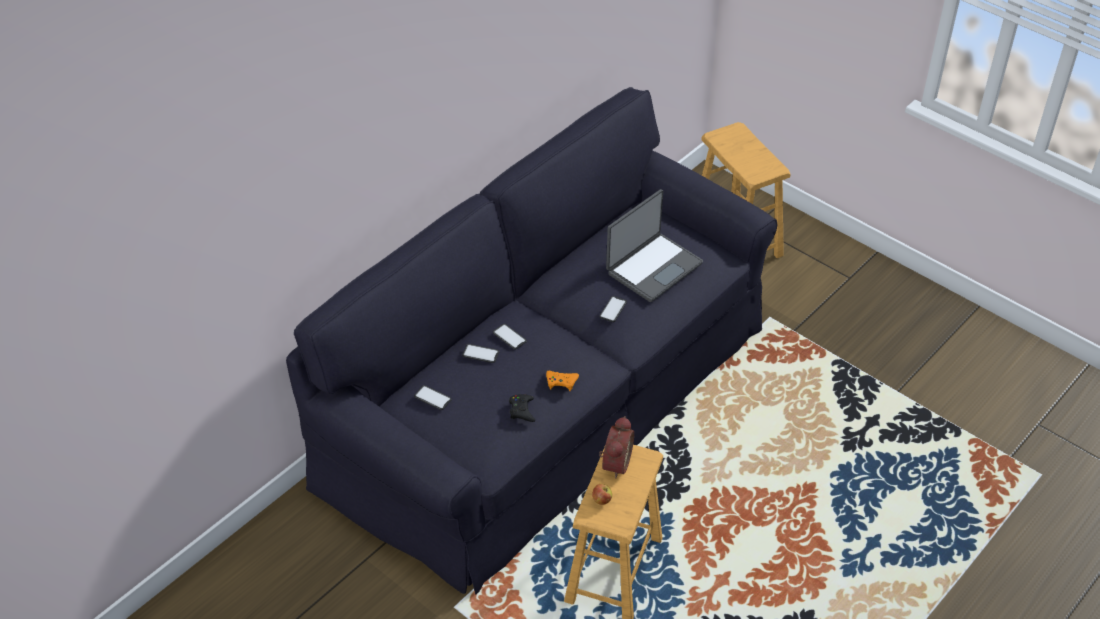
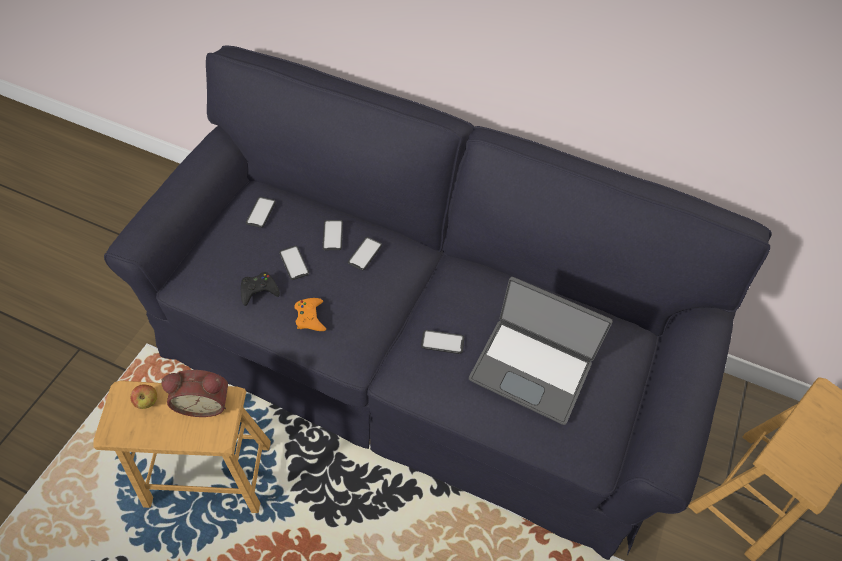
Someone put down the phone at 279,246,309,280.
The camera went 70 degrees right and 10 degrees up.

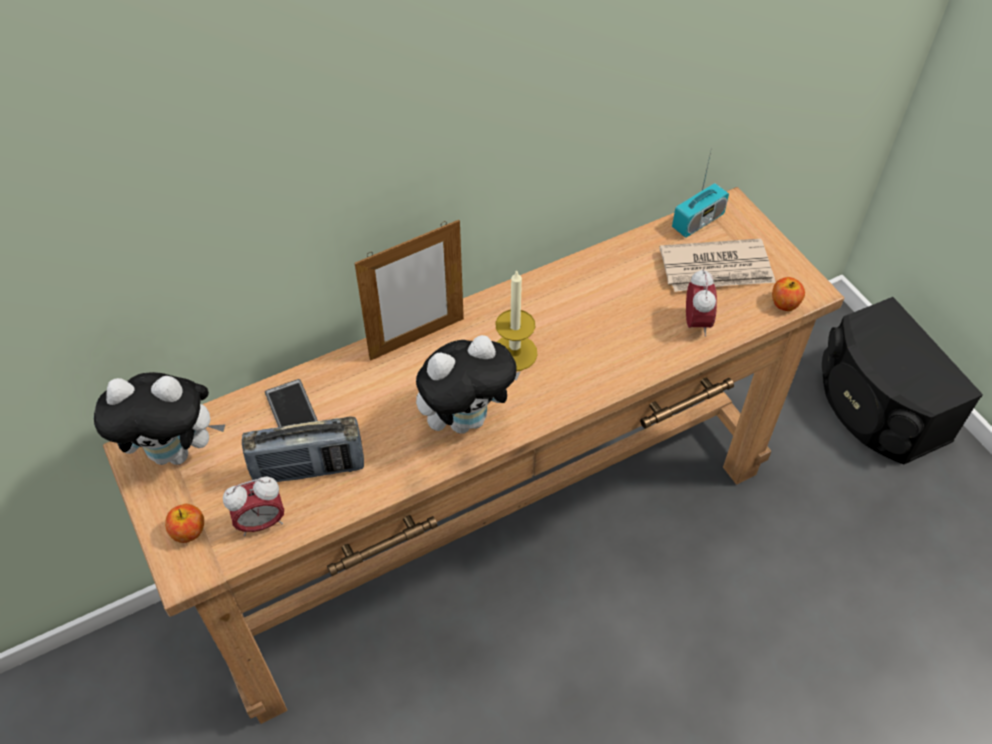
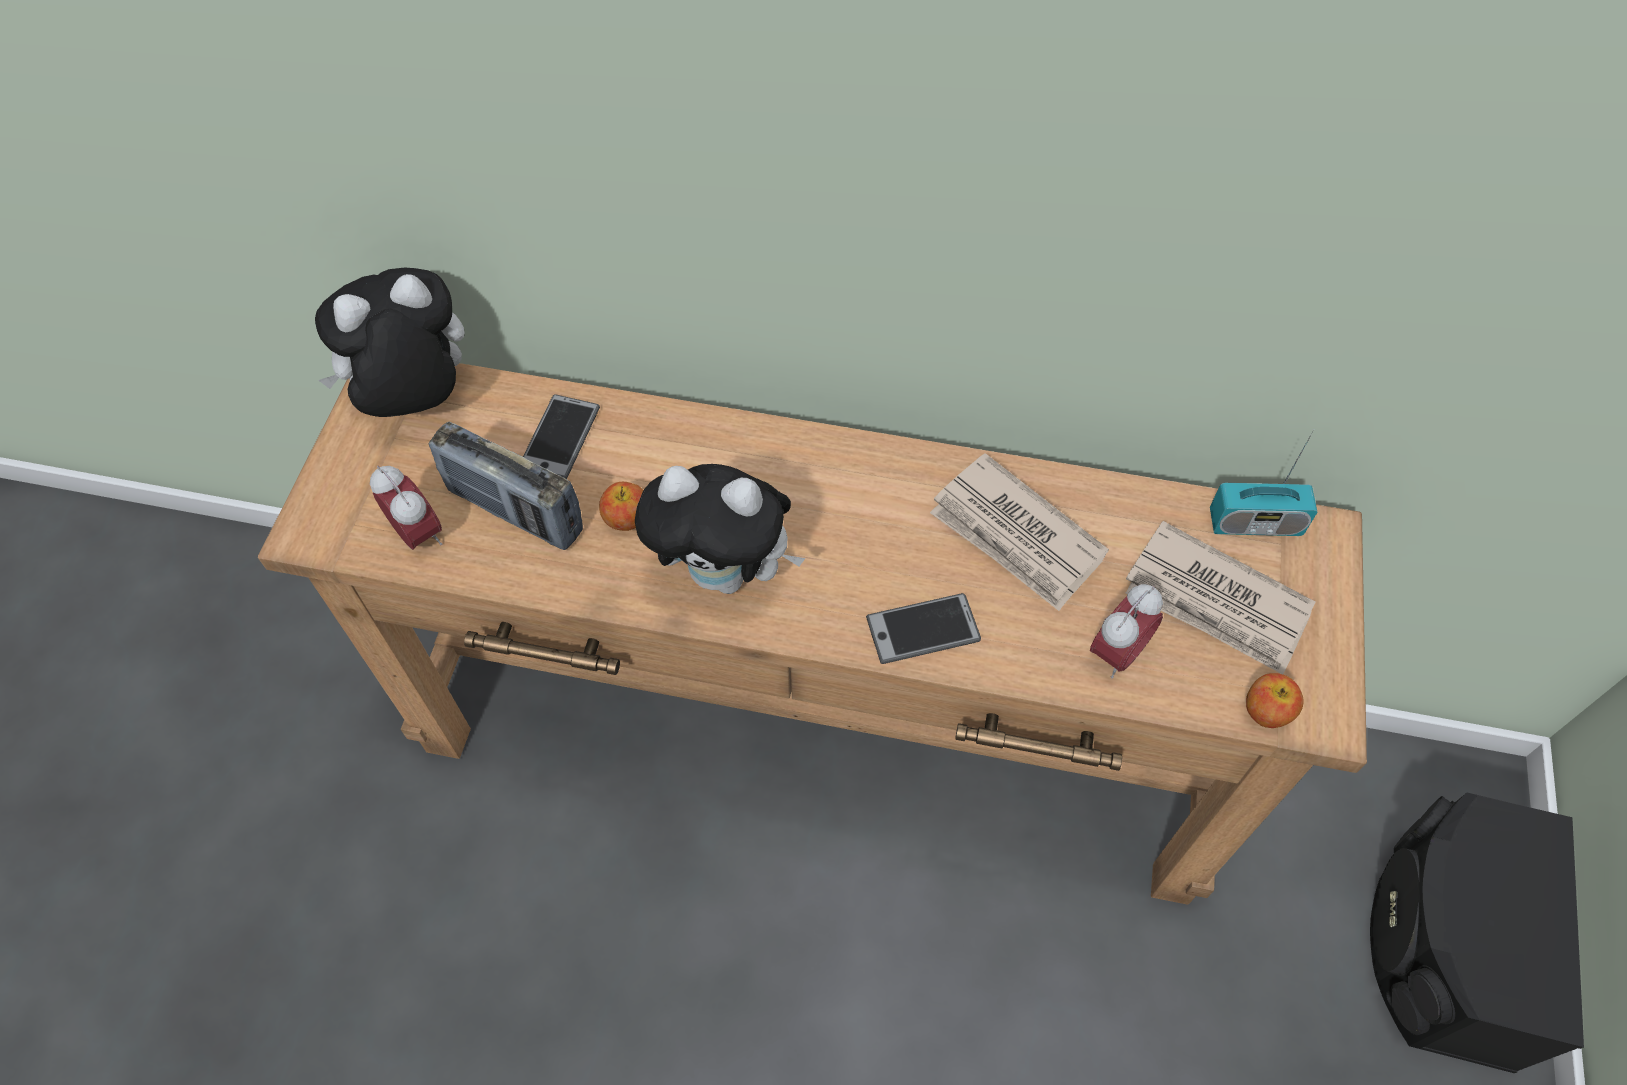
Someone took away the picture frame at 355,220,464,361.
Someone took away the candle at 495,270,538,371.
Someone rotated the plush toy at 94,372,225,465 by 120 degrees clockwise.
Someone rotated the alarm clock at 223,477,284,536 by 150 degrees counterclockwise.
Someone carried the apple from 165,504,204,543 to 599,482,643,531.
Someone put down the newspaper at 930,453,1109,611.
Someone put down the phone at 866,593,981,664.
The camera went 40 degrees right and 5 degrees up.

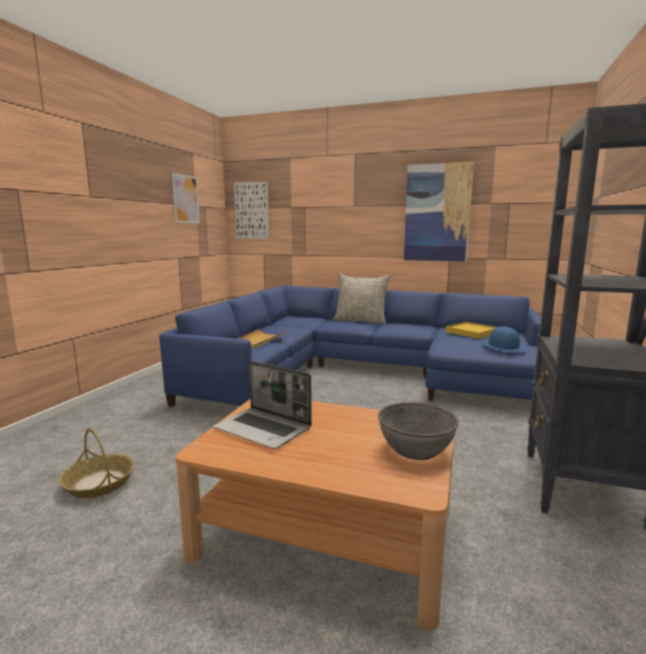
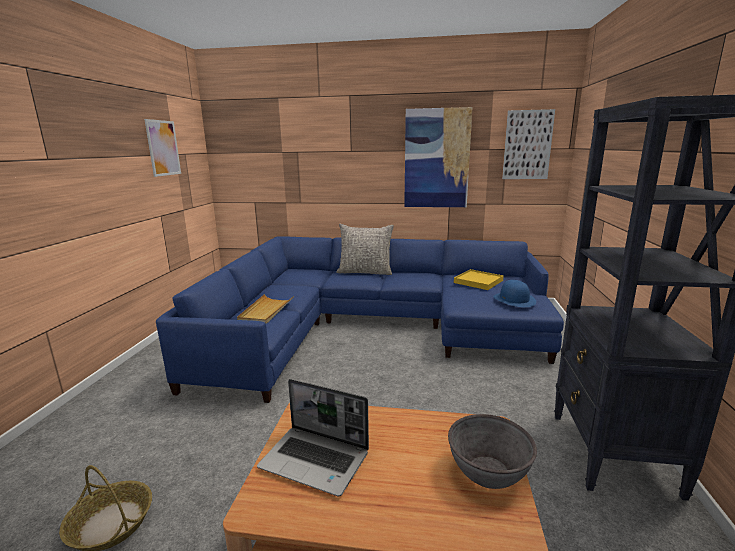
Someone carried the picture from 234,182,269,239 to 502,109,555,179.
The camera went 10 degrees left and 5 degrees up.

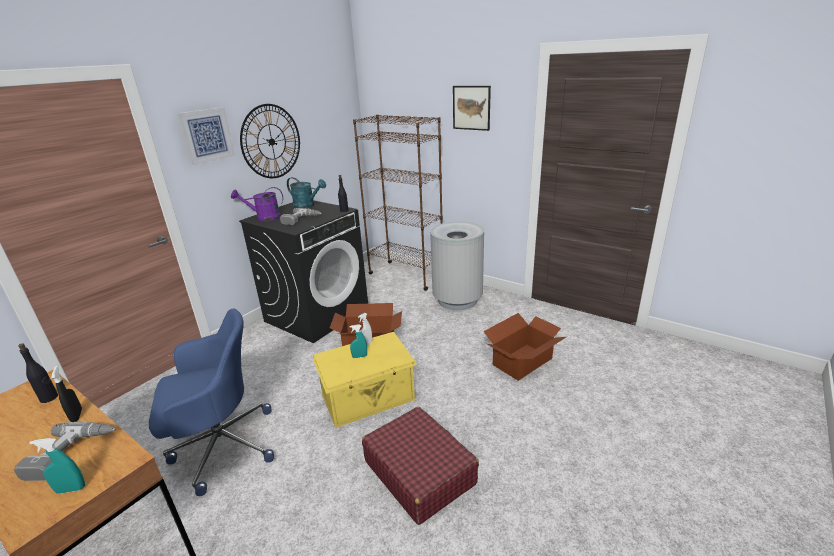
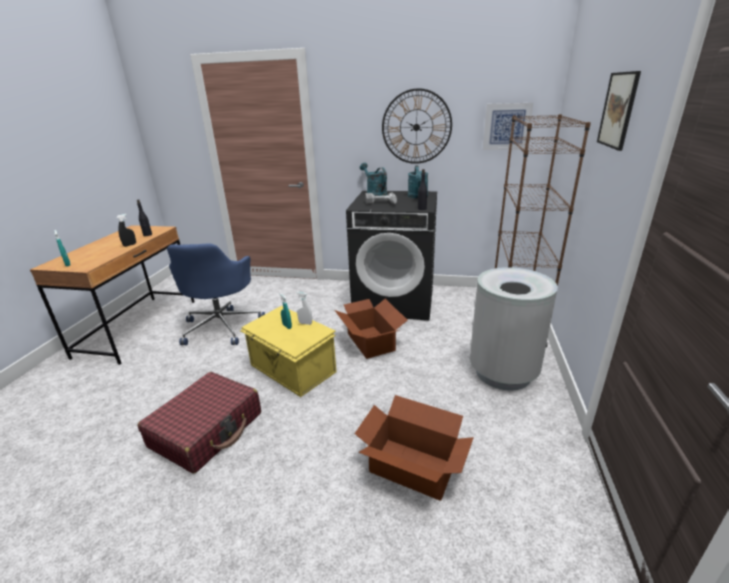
Someone carried the picture from 177,107,235,165 to 483,103,533,150.
Someone repainted the purple watering can at 231,187,283,221, which became the turquoise watering can at 360,163,387,196.
Someone rotated the blue office chair at 149,308,274,496 by 45 degrees clockwise.
Someone took away the power drill at 14,422,115,481.
The camera went 65 degrees right and 0 degrees up.

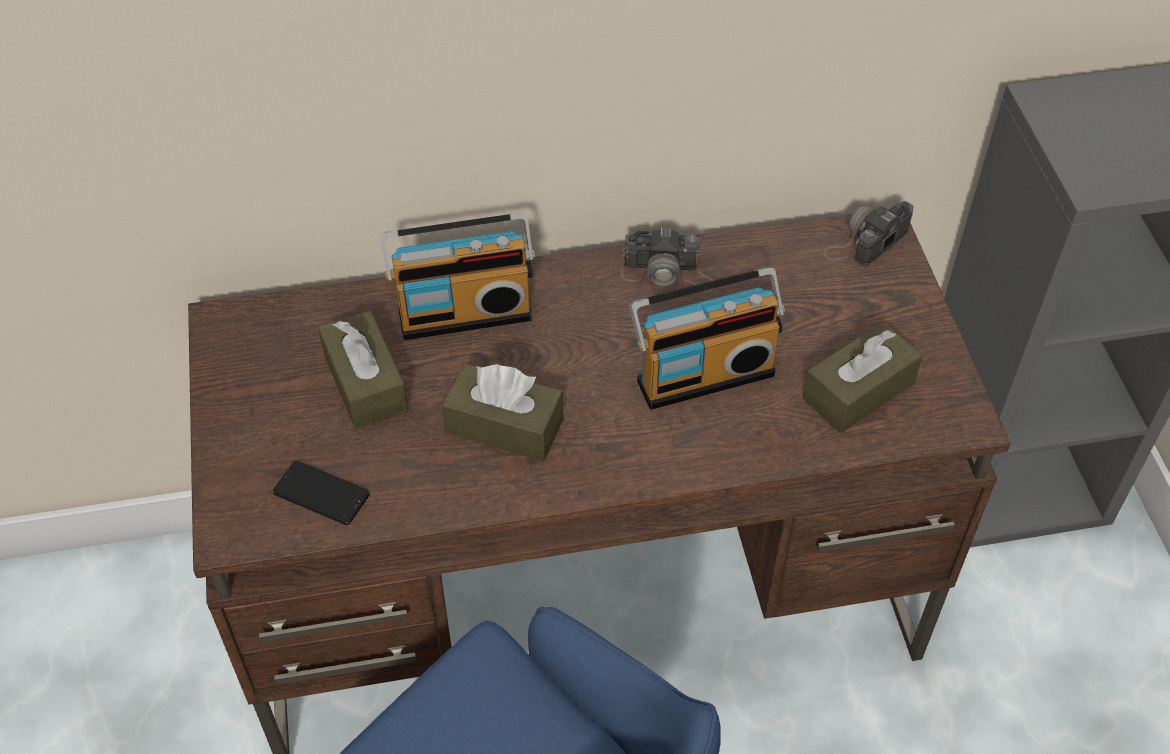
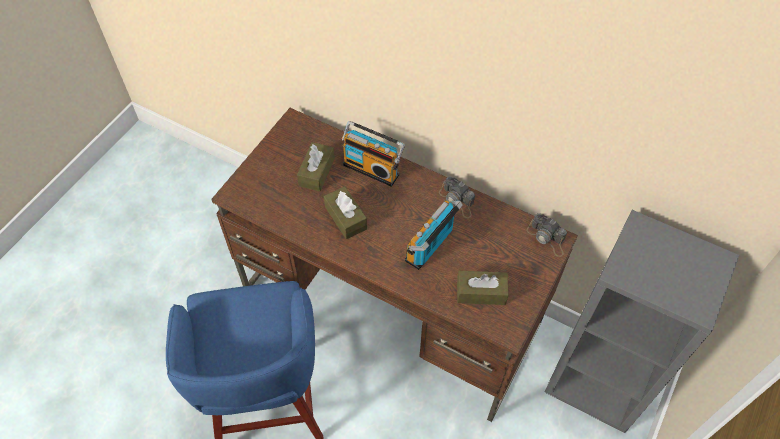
Someone rotated the photo camera at 823,201,913,266 by 135 degrees counterclockwise.
Someone rotated the radio at 629,268,785,410 by 105 degrees clockwise.
Someone took away the phone at 273,461,370,525.
The camera went 40 degrees right and 5 degrees up.

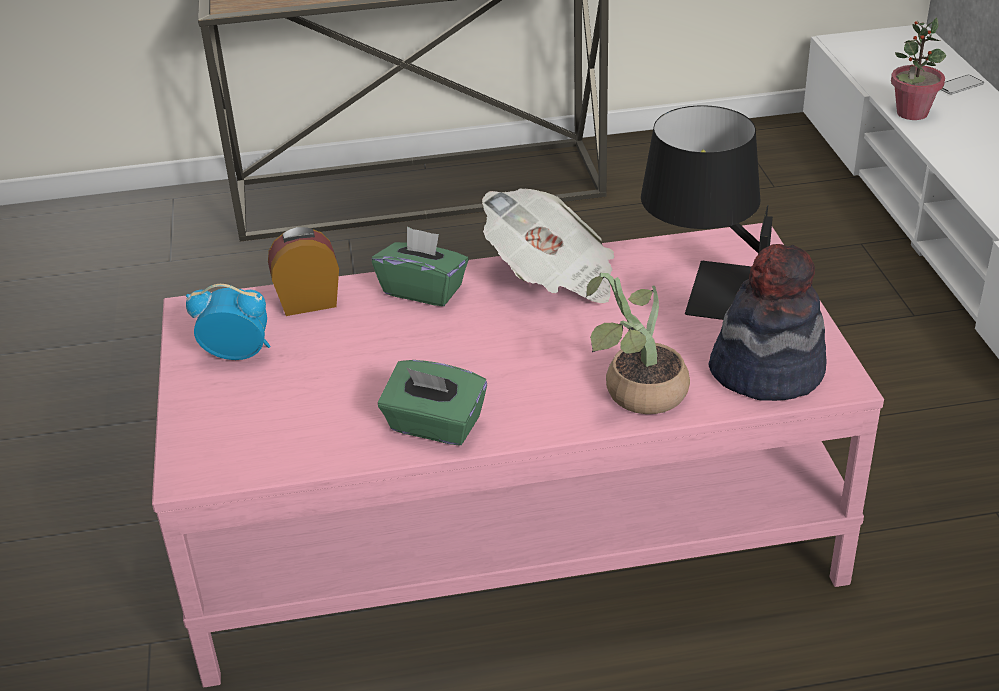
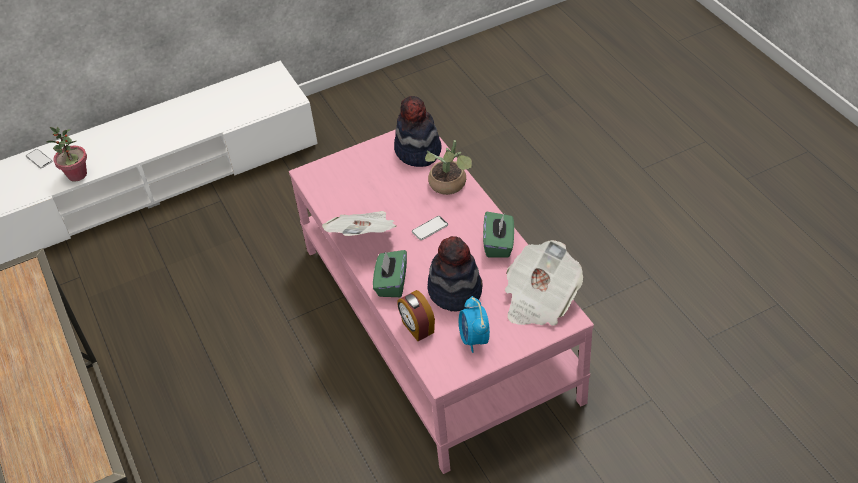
Someone took away the black table lamp at 641,105,773,320.
Someone put down the phone at 412,216,448,240.
Someone put down the hat at 427,236,483,311.
Someone put down the newspaper at 505,240,583,326.
The camera went 105 degrees left and 10 degrees up.

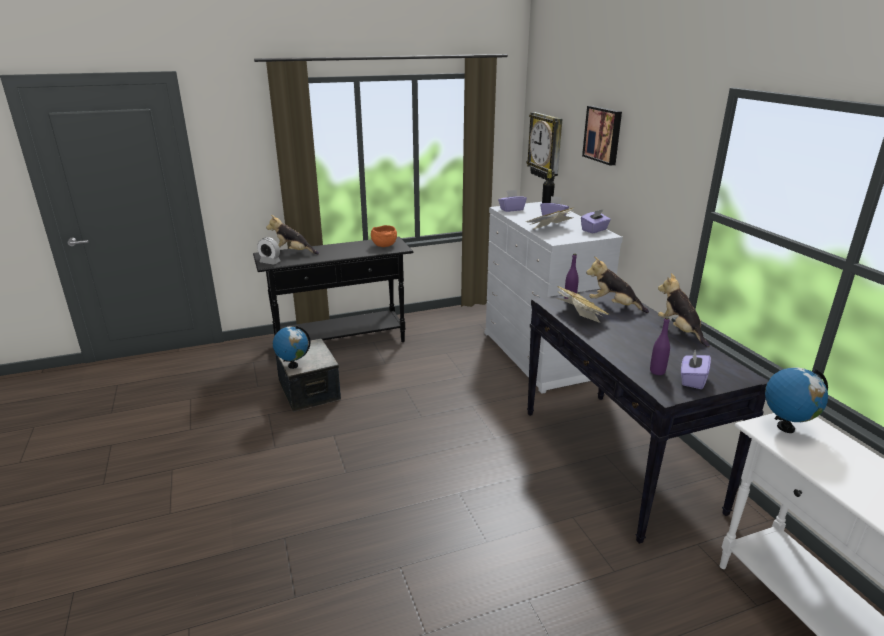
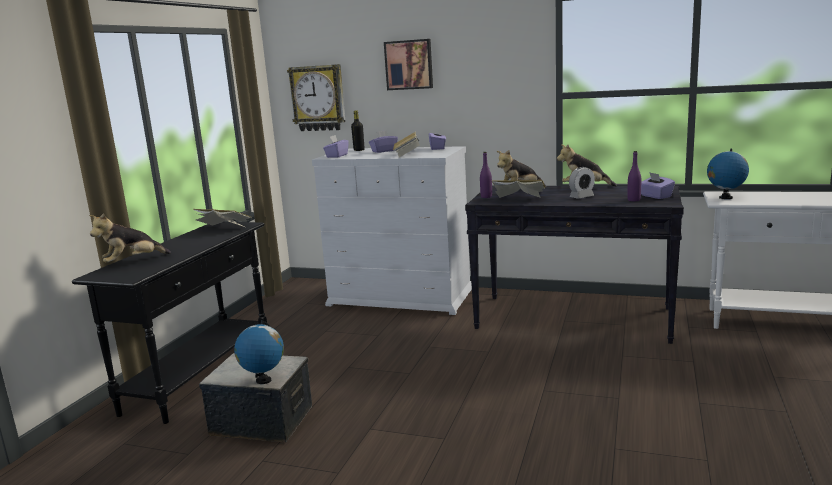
Someone swapped the orange bowl at 371,225,397,247 for the book at 194,209,251,227.
Someone carried the alarm clock from 257,237,281,265 to 569,167,595,199.
The camera went 50 degrees left and 10 degrees down.

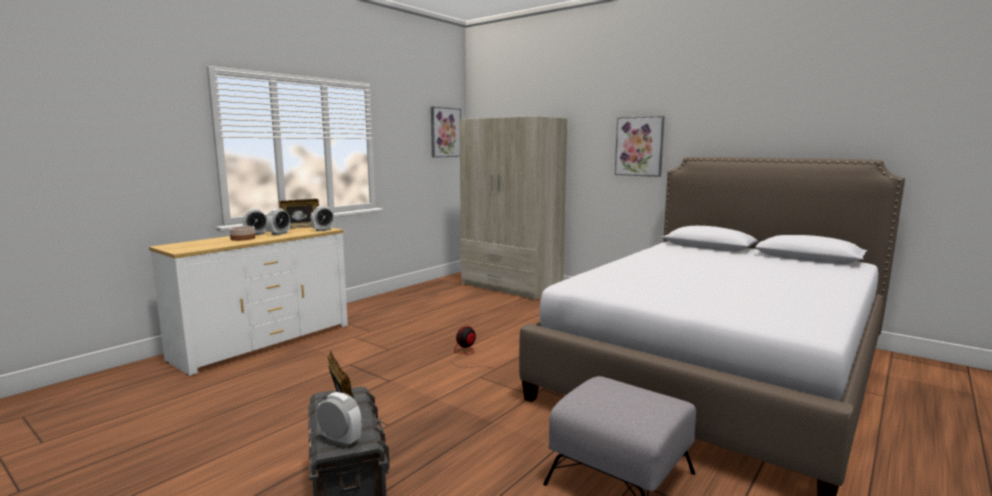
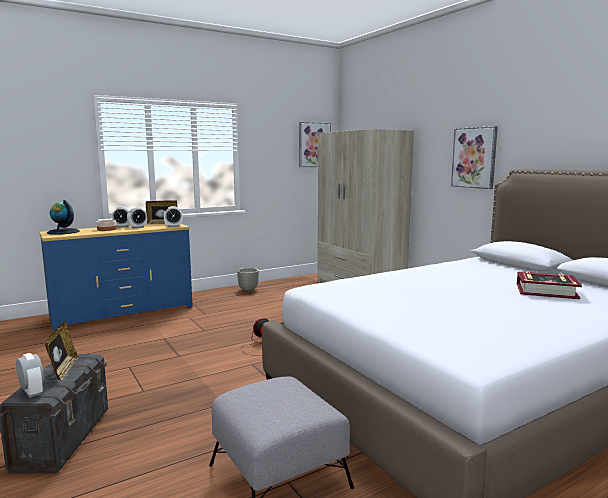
Someone repainted the white dresser at 149,228,348,376, which became the blue dresser at 39,224,193,331.
Someone put down the globe at 47,200,80,235.
Someone put down the planter at 237,268,259,292.
Someone put down the book at 517,271,582,299.
The camera went 20 degrees right and 0 degrees up.

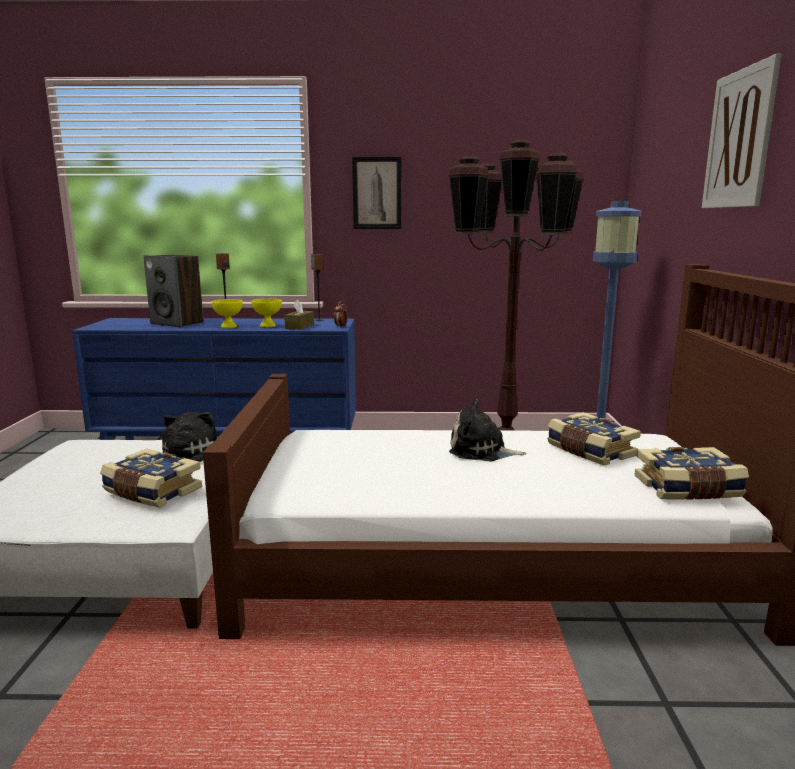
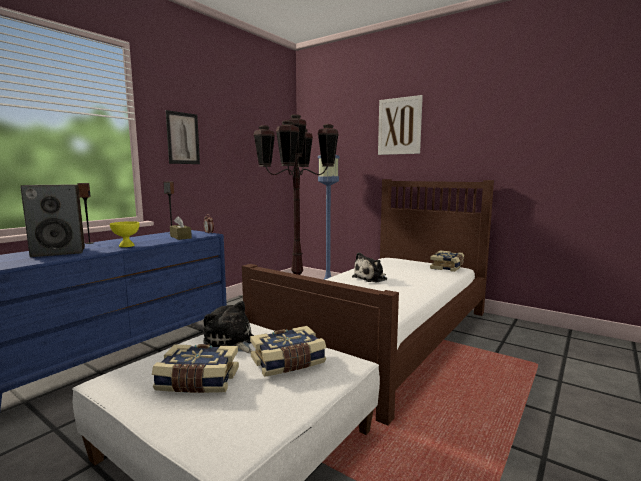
Someone took away the yellow bowl at 251,299,282,327.
Someone carried the book from 547,412,641,466 to 152,344,239,393.
The camera went 55 degrees left and 5 degrees down.

